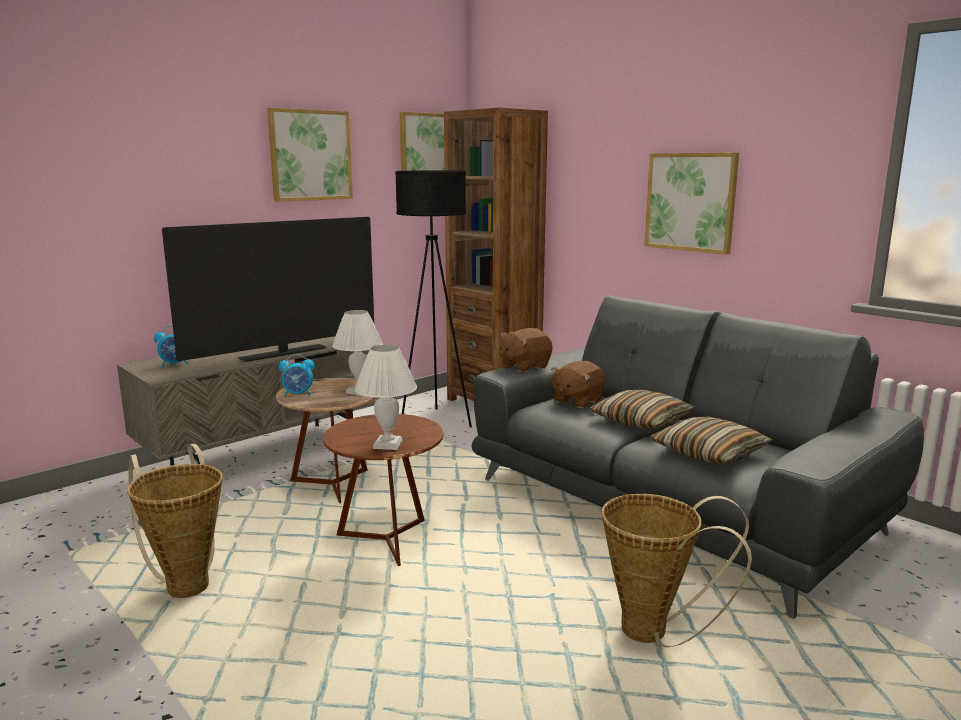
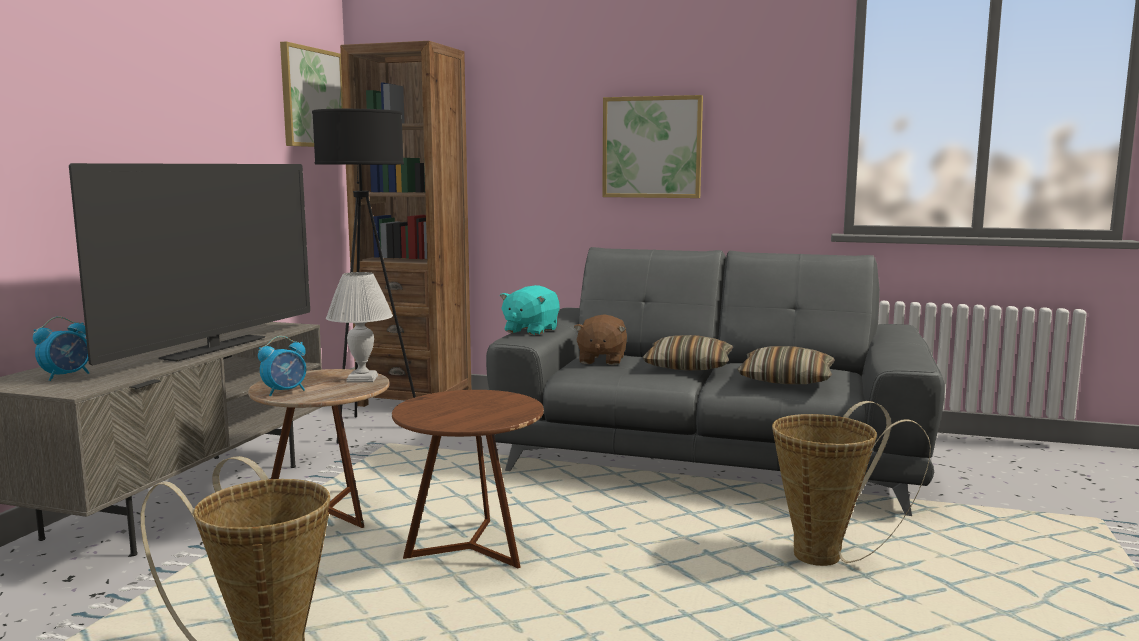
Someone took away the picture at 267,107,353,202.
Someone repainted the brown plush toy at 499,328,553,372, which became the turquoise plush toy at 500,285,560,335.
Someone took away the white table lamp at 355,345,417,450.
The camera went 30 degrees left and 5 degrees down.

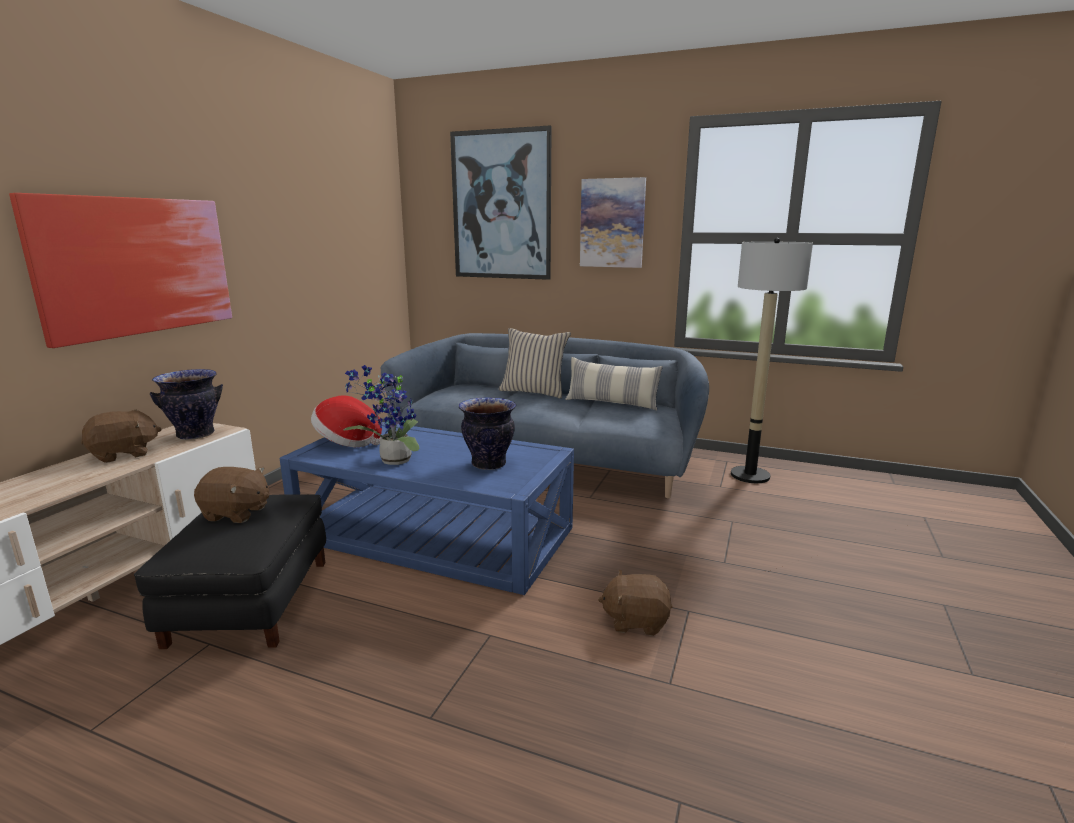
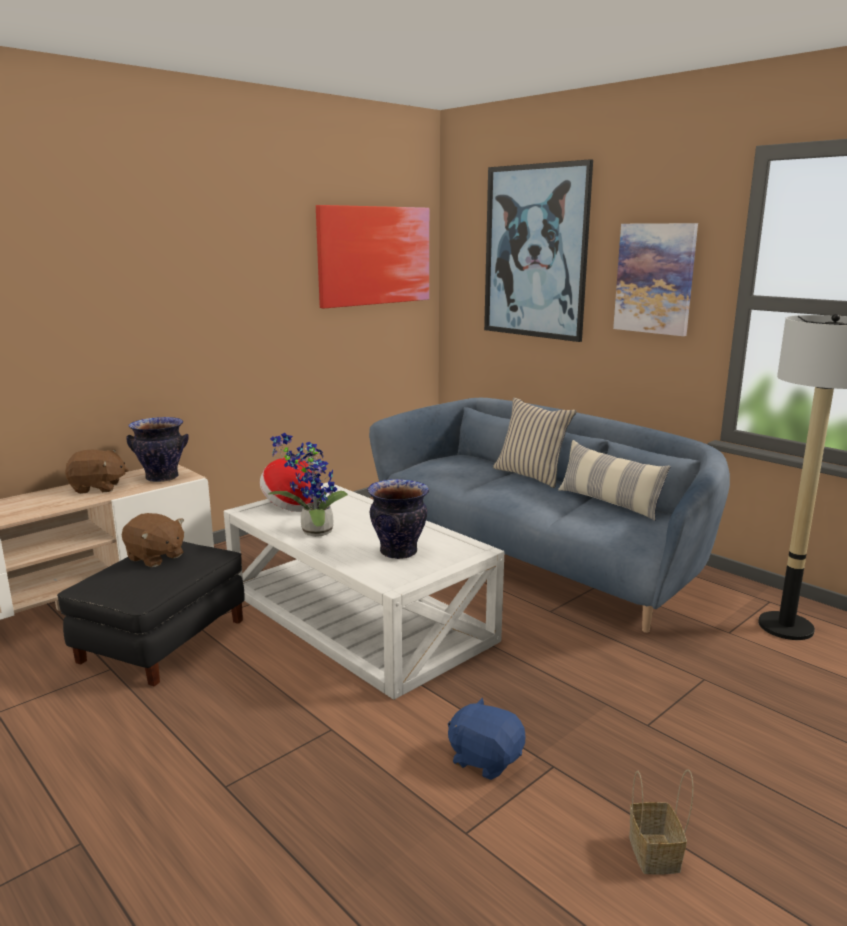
Someone carried the picture from 9,193,232,348 to 316,205,429,309.
Someone repainted the blue coffee table at 280,422,574,595, which became the white coffee table at 224,482,504,700.
Someone repainted the brown plush toy at 598,570,672,636, which became the blue plush toy at 448,698,525,780.
Someone put down the basket at 629,769,694,874.
The camera went 25 degrees right and 0 degrees up.

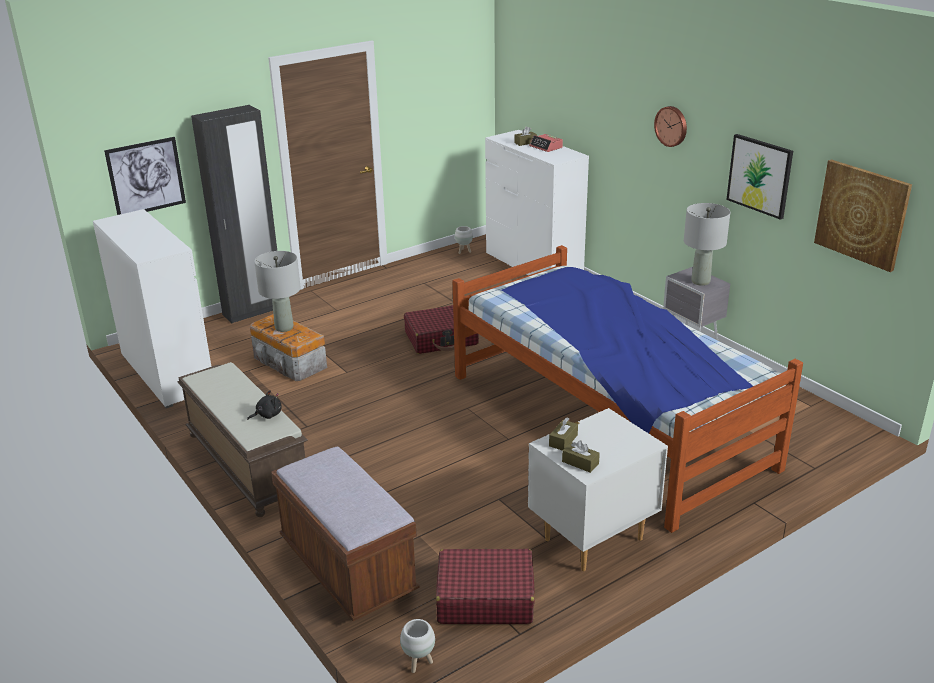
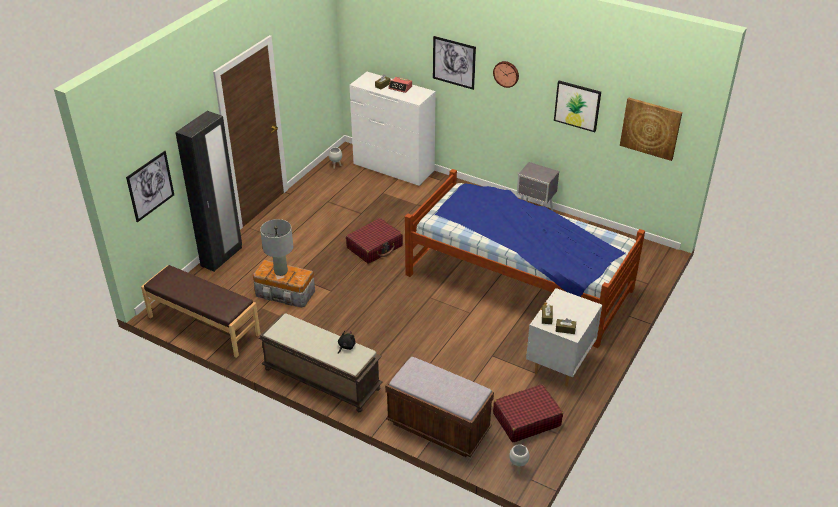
Someone took away the grey table lamp at 684,203,730,286.
Someone swapped the white dresser at 93,209,211,408 for the brown bench at 141,265,261,358.
Someone put up the picture at 433,36,476,90.
The camera went 25 degrees left and 10 degrees up.

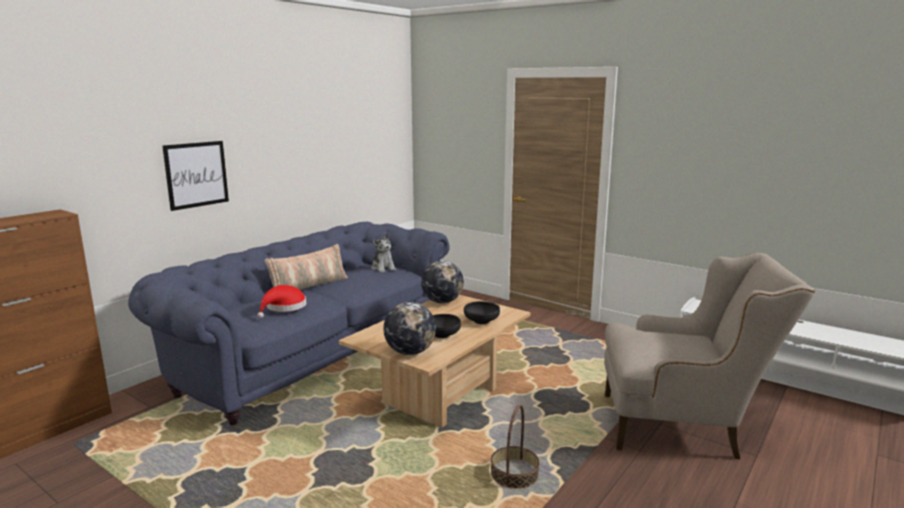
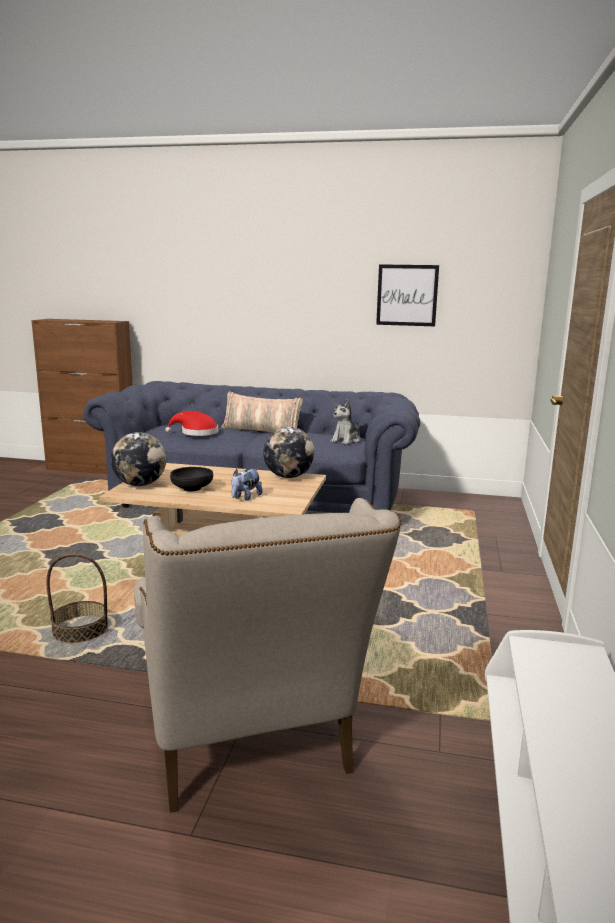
Someone carried the picture from 162,141,229,211 to 376,264,439,326.
Someone swapped the black bowl at 464,301,500,324 for the plush toy at 231,469,263,501.
The camera went 65 degrees right and 0 degrees up.

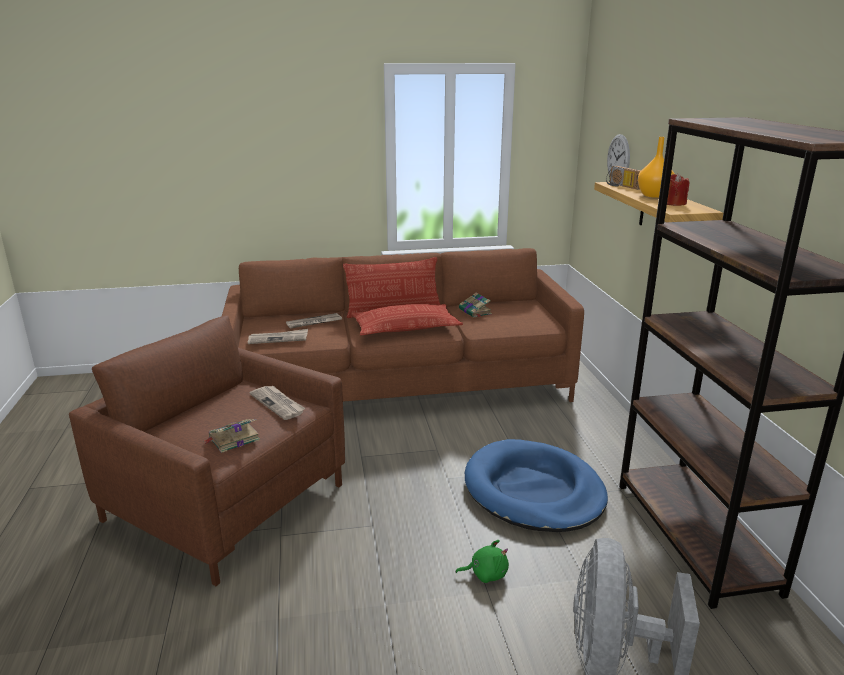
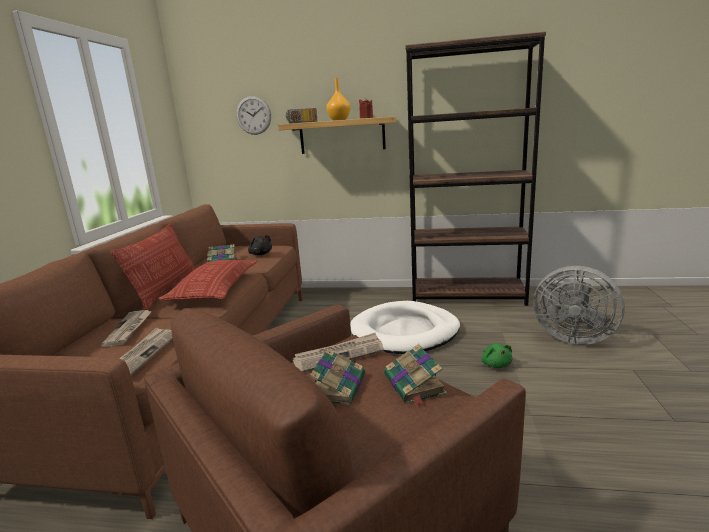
Someone repainted the blue dog bed at 465,439,608,532, which became the white dog bed at 350,301,460,354.
Someone rotated the green plush toy at 455,540,509,583 by 150 degrees clockwise.
Someone put down the black plush toy at 248,235,272,255.
Someone put down the book at 309,348,365,405.
The camera went 70 degrees left and 5 degrees down.

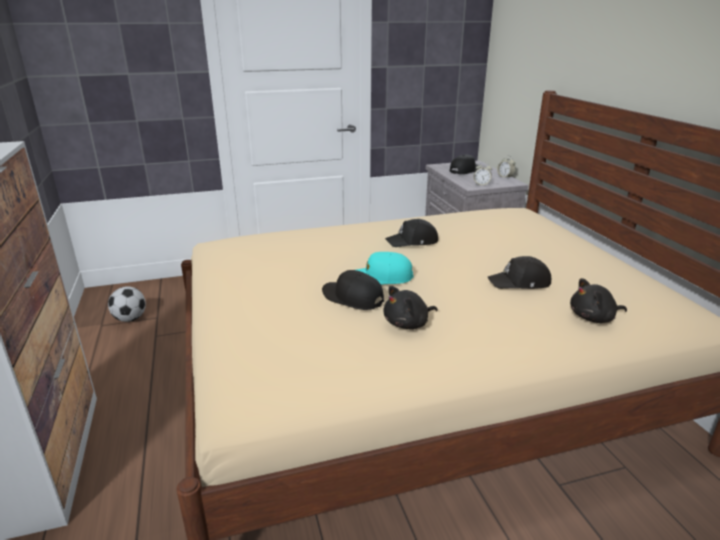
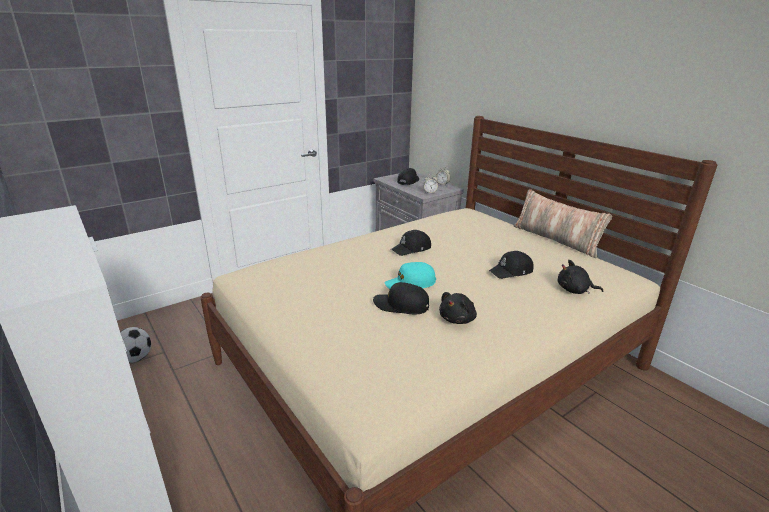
Someone rotated the black plush toy at 570,278,627,323 by 45 degrees clockwise.
Someone put down the pillow at 514,189,612,258.
The camera went 20 degrees left and 0 degrees up.

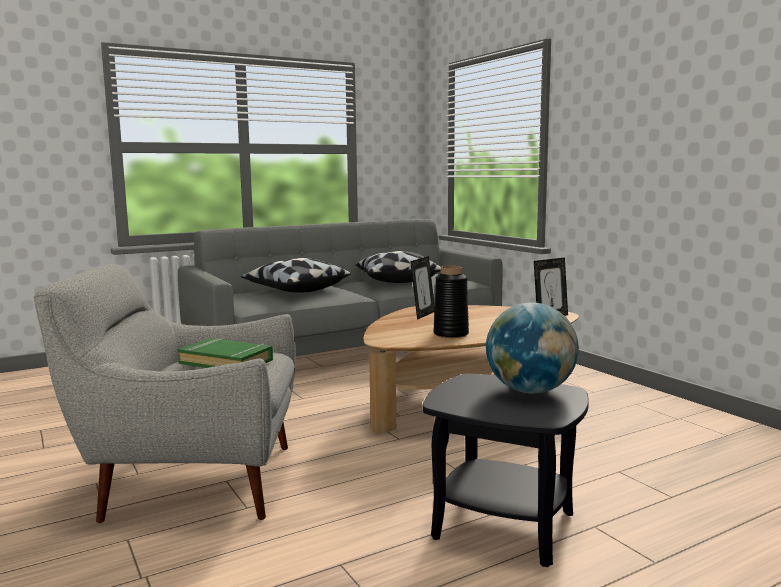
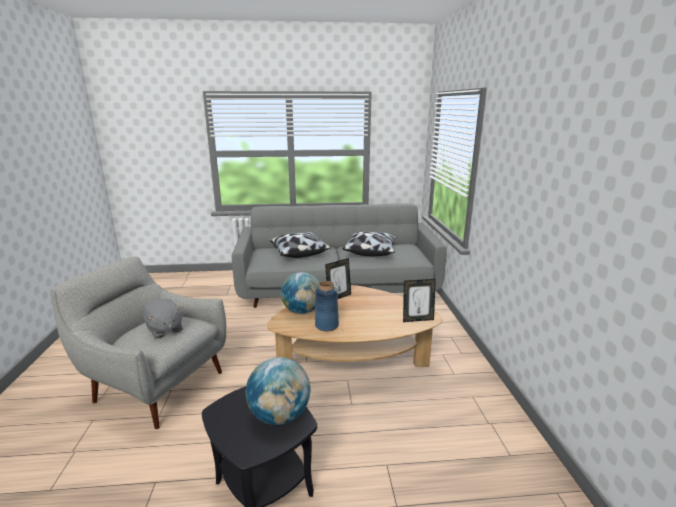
Someone repainted the black vase at 434,266,469,338, which became the blue vase at 315,281,339,331.
Someone swapped the green book at 177,338,273,368 for the grey plush toy at 143,299,183,339.
Someone put down the globe at 281,272,320,314.
The camera went 25 degrees right and 10 degrees up.

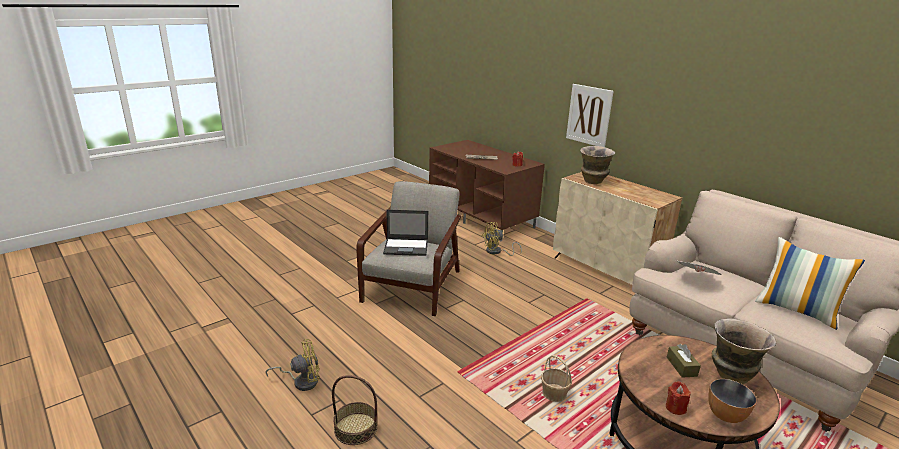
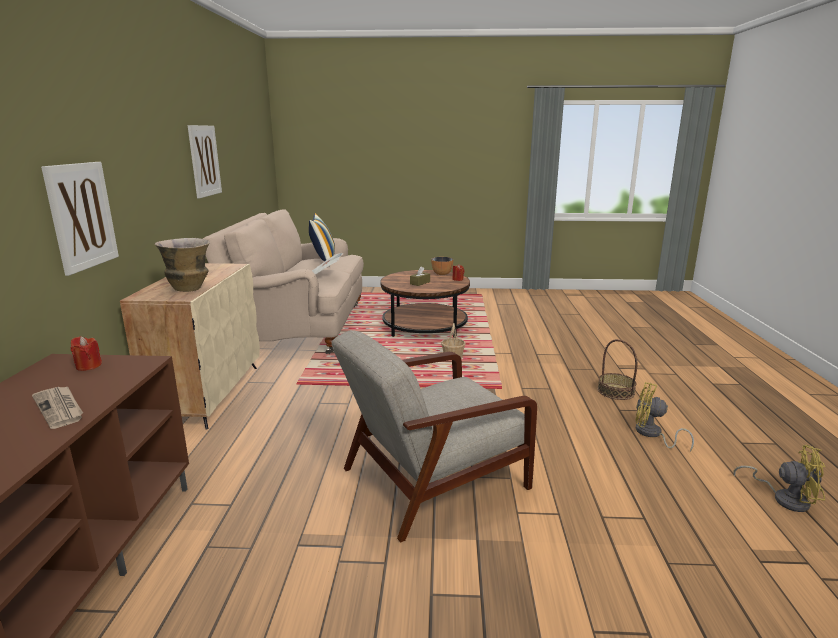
Someone took away the laptop at 383,209,428,256.
Someone carried the yellow fan from 482,222,522,256 to 734,445,825,512.
Someone took away the vase at 712,318,776,384.
Someone put up the picture at 188,125,222,198.
The camera went 135 degrees left and 5 degrees down.

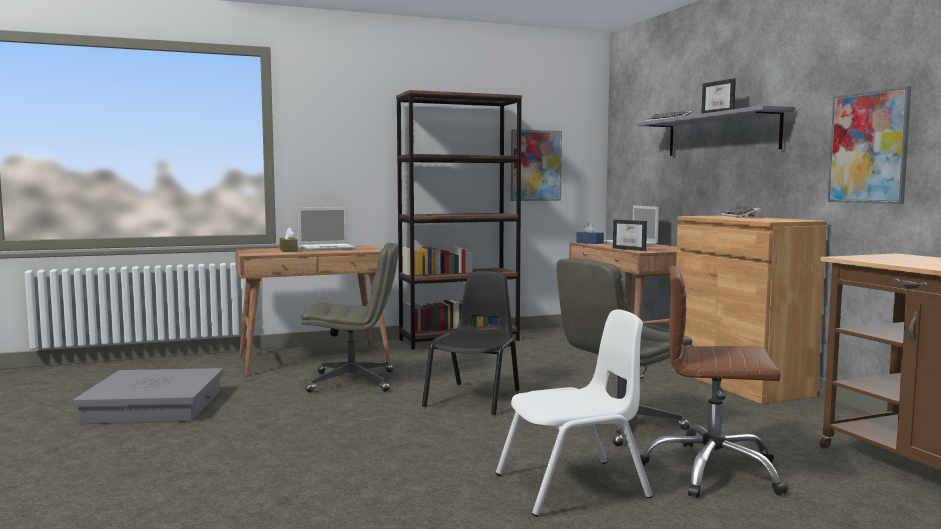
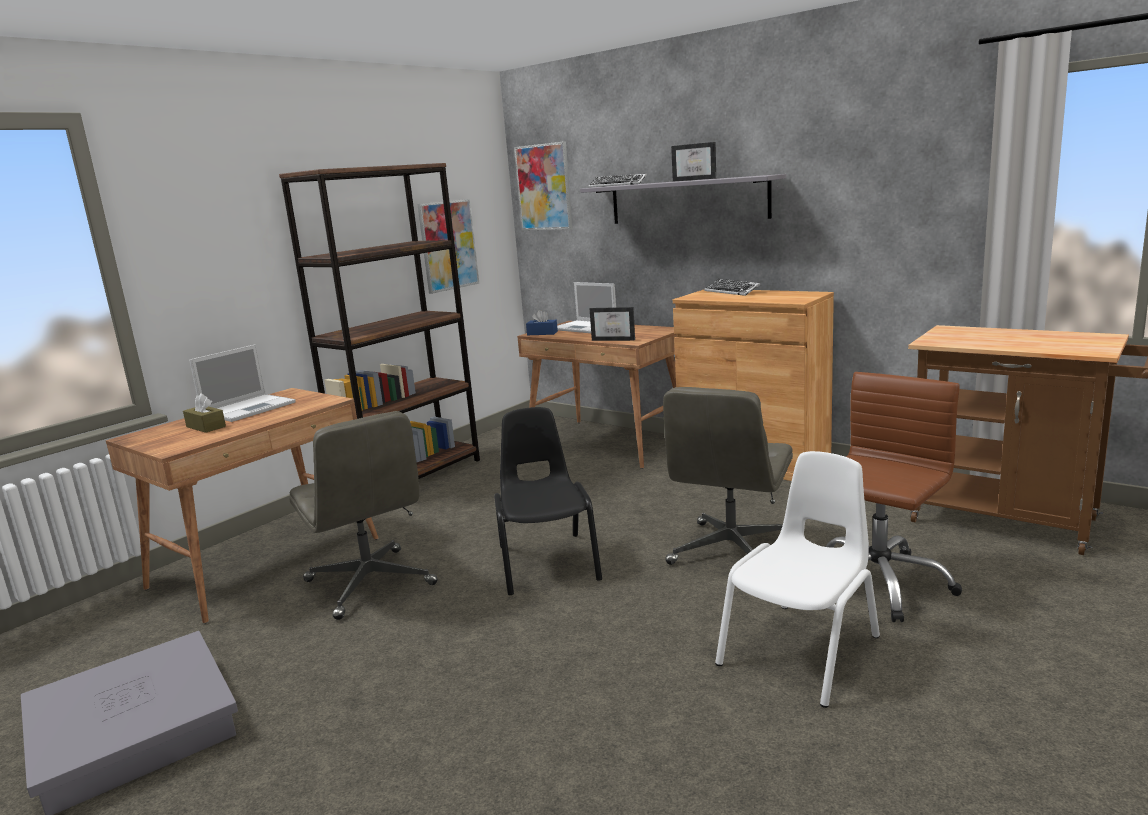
Someone carried the picture from 828,86,911,204 to 514,141,573,231.
Someone rotated the grey office chair at 301,243,398,393 by 90 degrees clockwise.
Someone rotated the brown office chair at 640,266,787,498 by 150 degrees clockwise.
The camera went 30 degrees left and 10 degrees up.

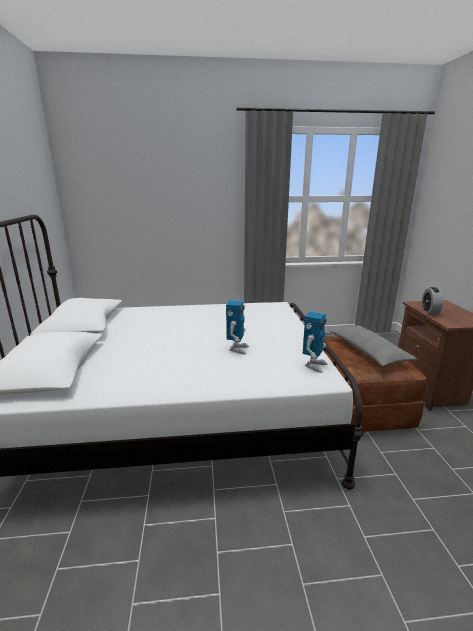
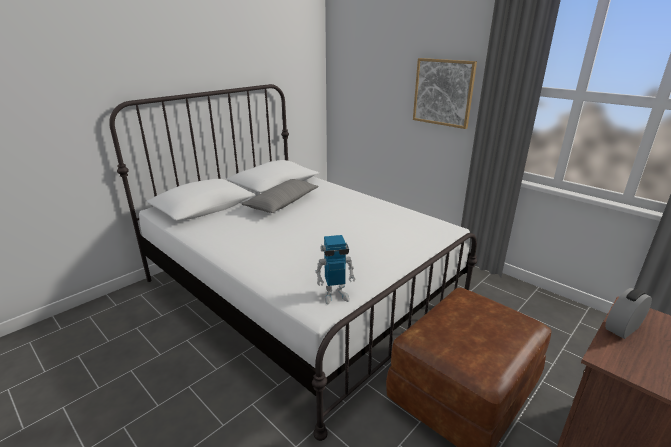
Someone took away the toy robot at 226,300,249,354.
Someone carried the grey pillow from 330,325,417,366 to 242,179,319,213.
Someone put up the picture at 413,58,477,129.
The camera went 50 degrees right and 5 degrees up.

